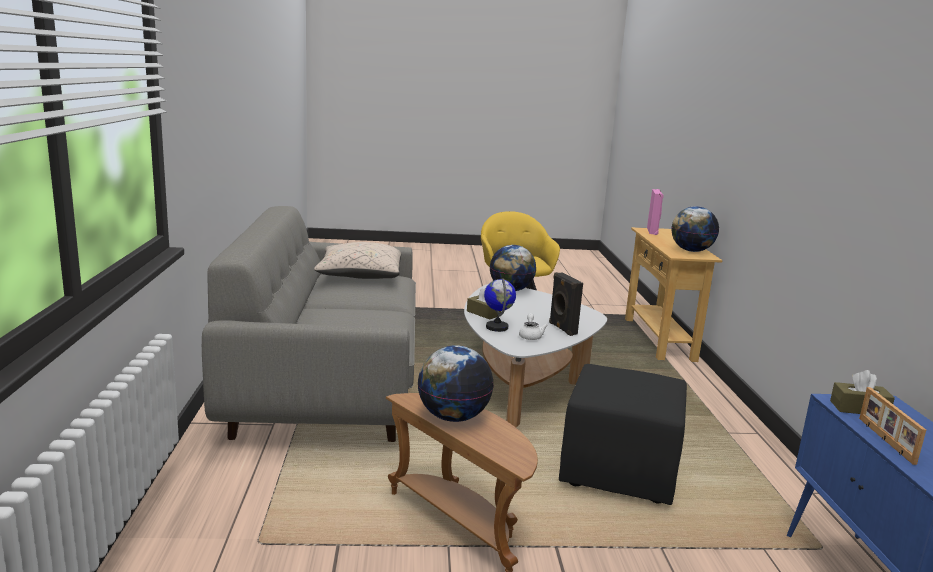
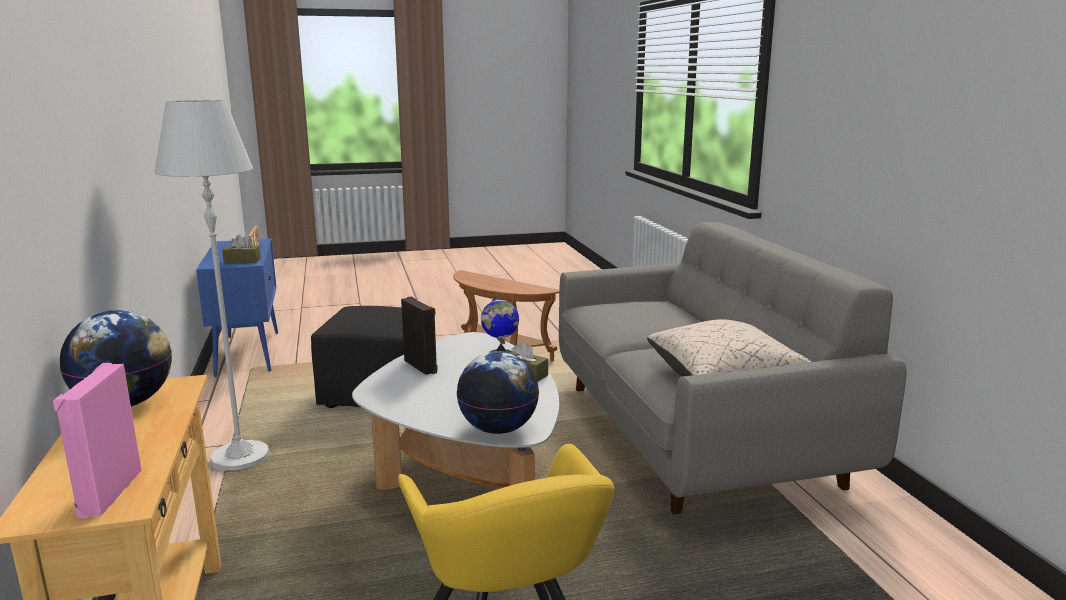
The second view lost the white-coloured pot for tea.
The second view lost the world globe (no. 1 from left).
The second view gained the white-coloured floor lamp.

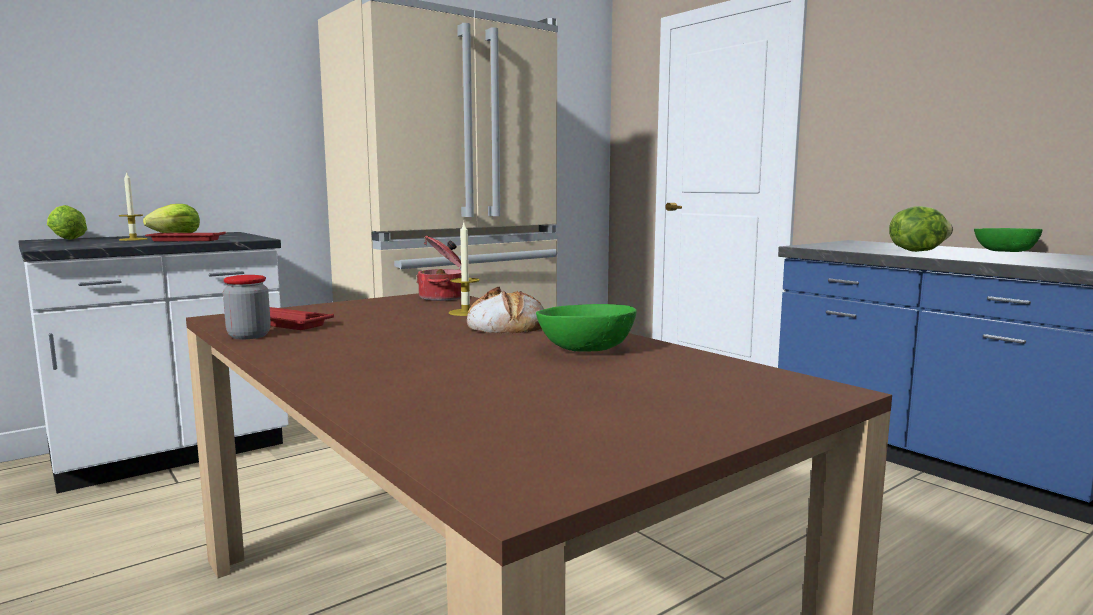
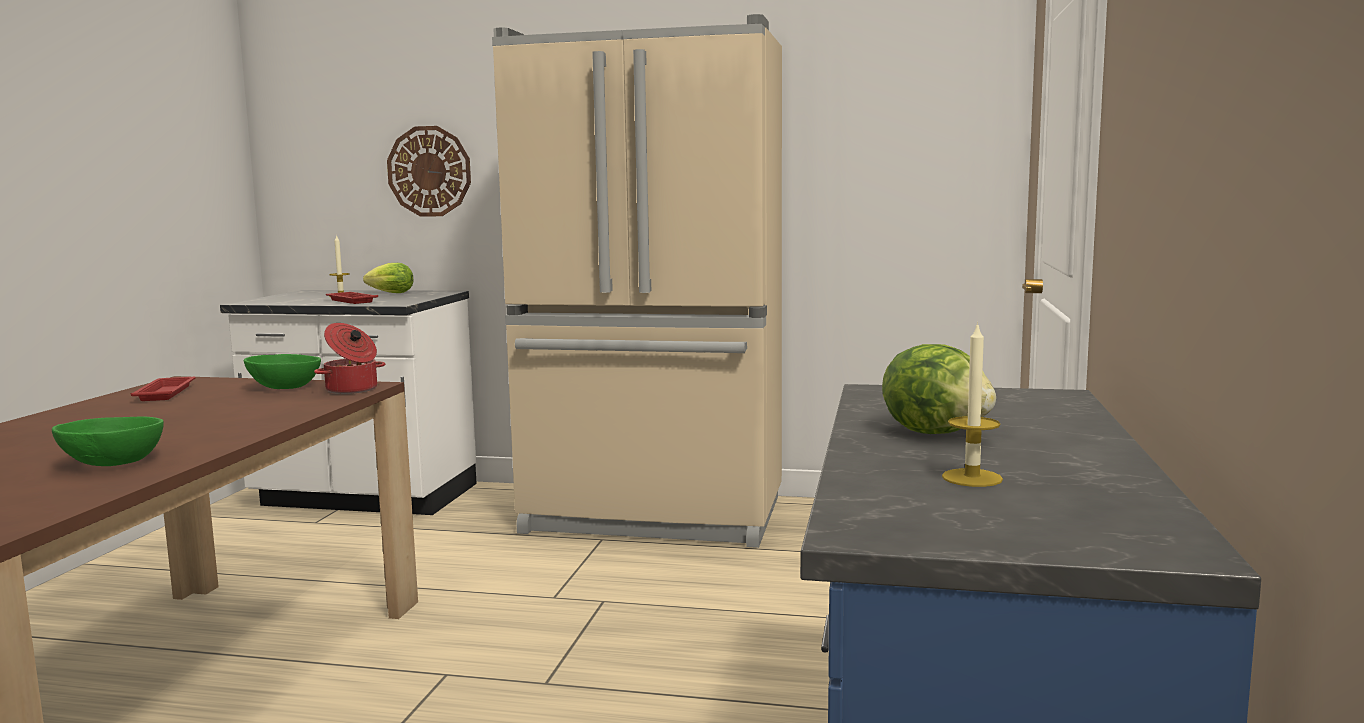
The second view lost the head of lettuce (no. 1 from left).
The wax light (no. 2 from left) ended up elsewhere.
The green serving bowl (no. 2 from left) ended up elsewhere.
The second view lost the storage jar.
The second view lost the baked bread.
The second view gained the hanging clock.

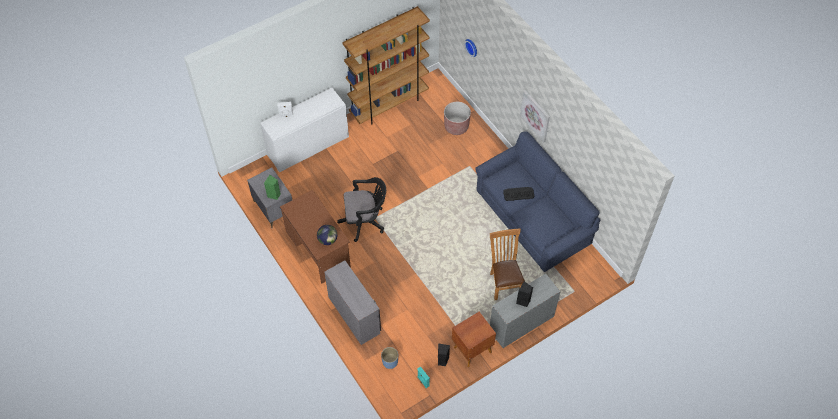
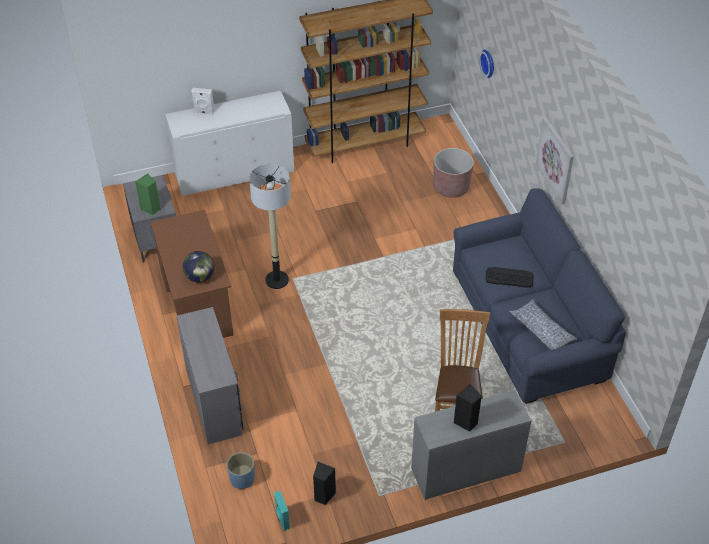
Where the black office chair stood, the floor lamp came to stand.
The second view lost the brown night table.
The second view gained the throw pillow.

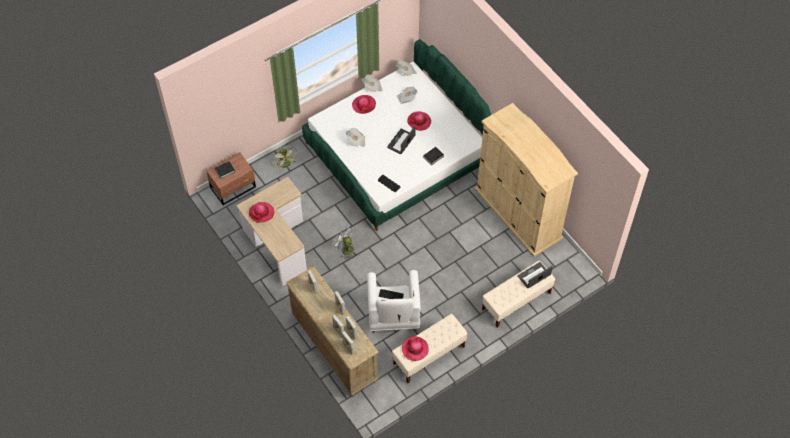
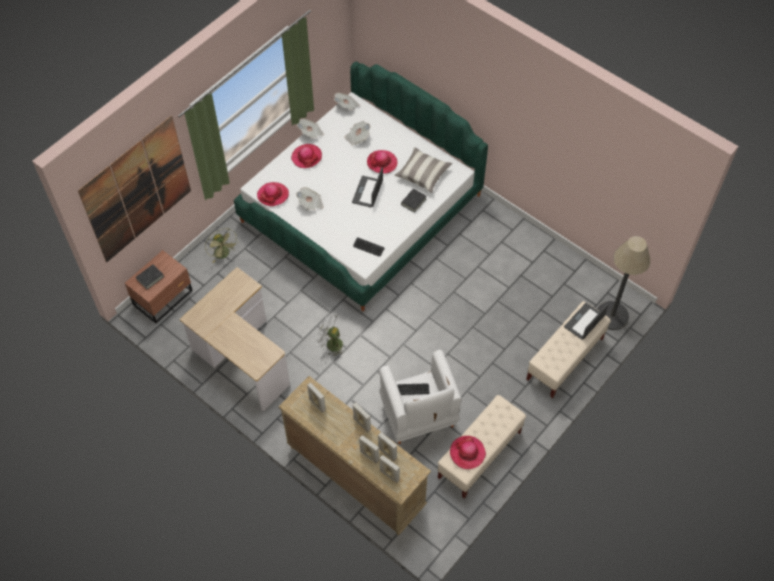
The second view lost the beige-coloured wardrobe.
The clothing hat (no. 1 from left) ended up elsewhere.
The second view gained the wall art.
The second view gained the throw pillow.
The second view gained the floor lamp.

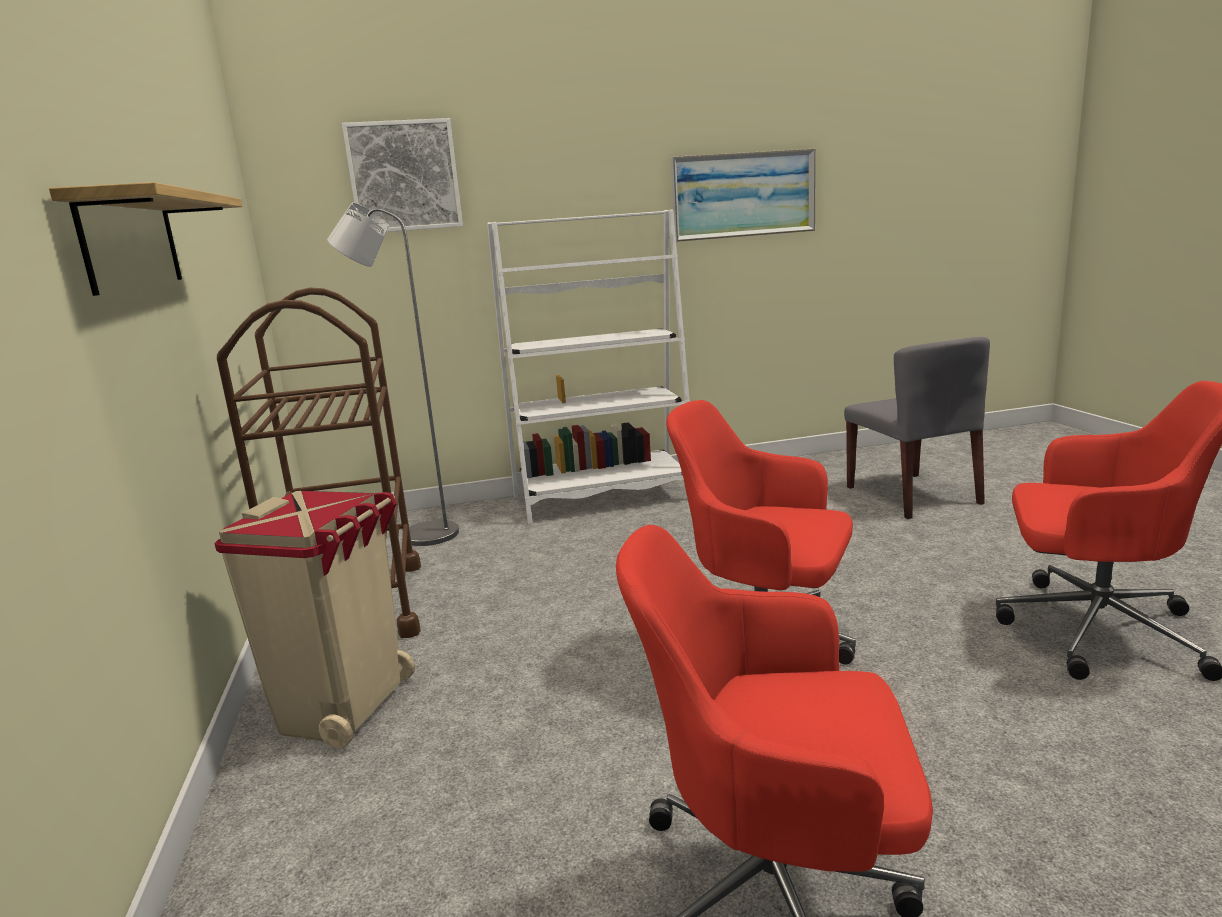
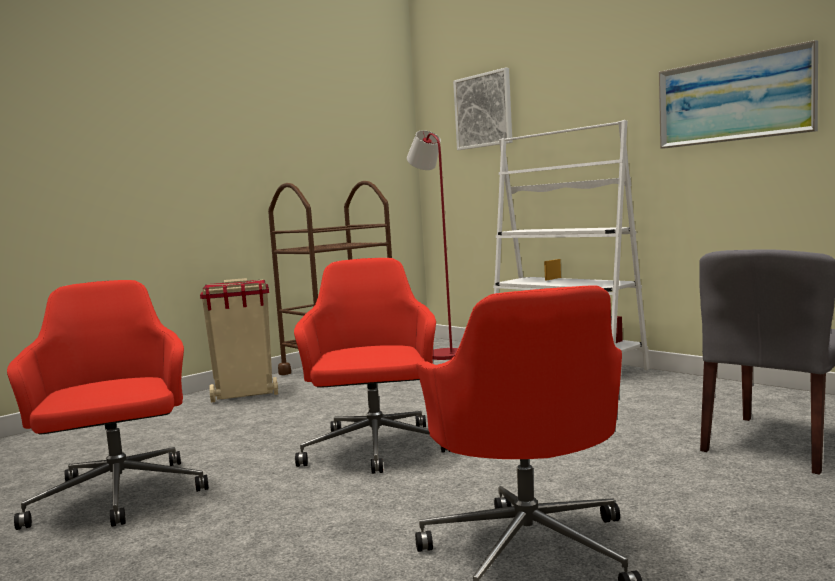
The second view lost the shelf.
What was the grey floor lamp turned into the red-coloured floor lamp.

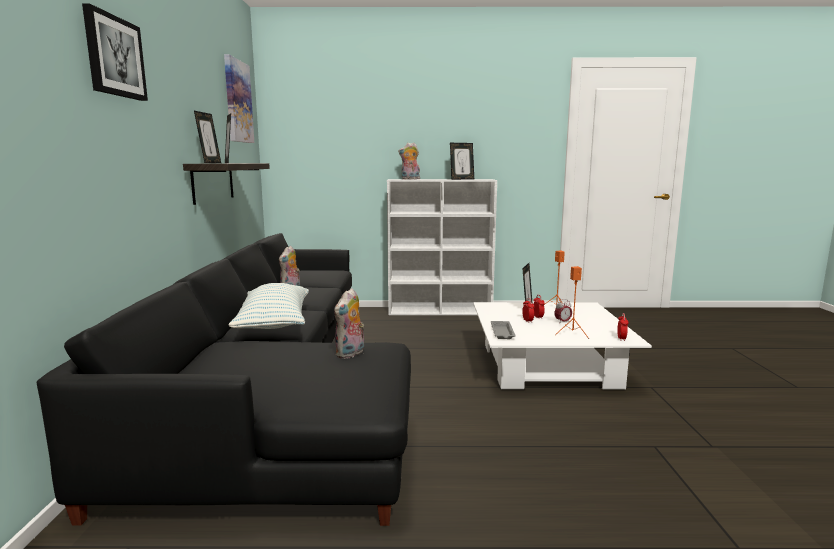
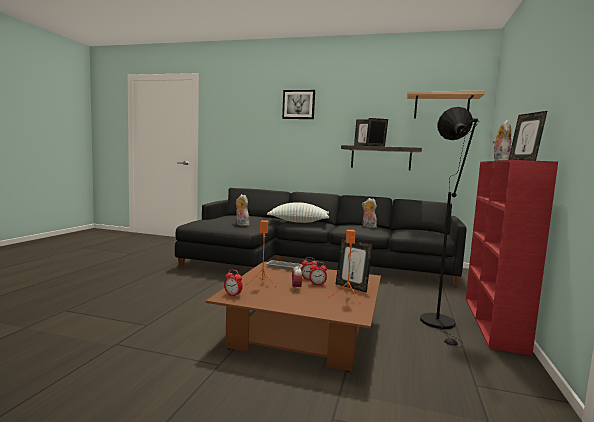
Where the wall art (no. 2 from left) hung, the shelf (no. 2 from left) came to hang.
What was the white-coloured bookshelf turned into the red-coloured bookshelf.
What was the white-coloured low table turned into the brown low table.
The second view gained the black floor lamp.

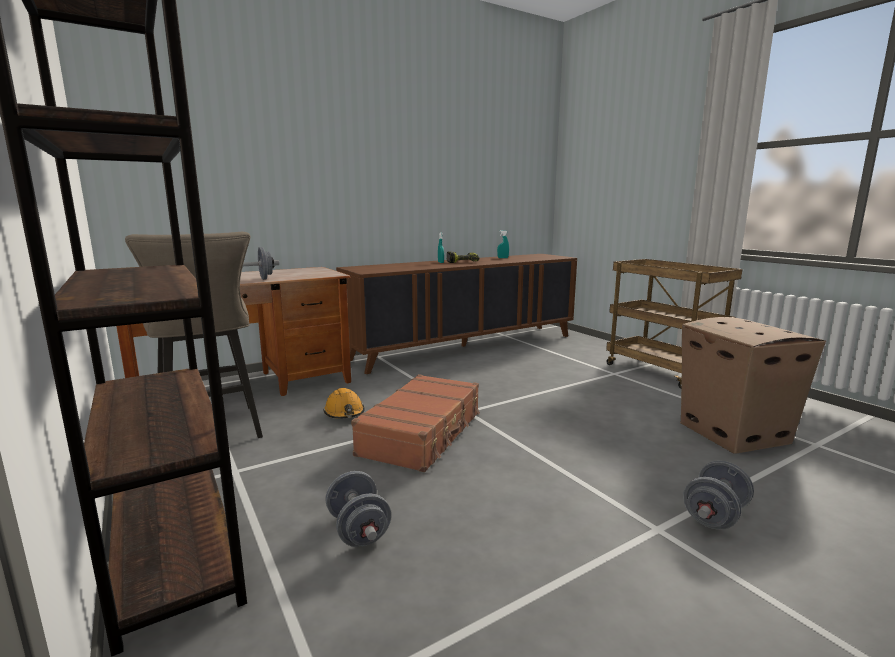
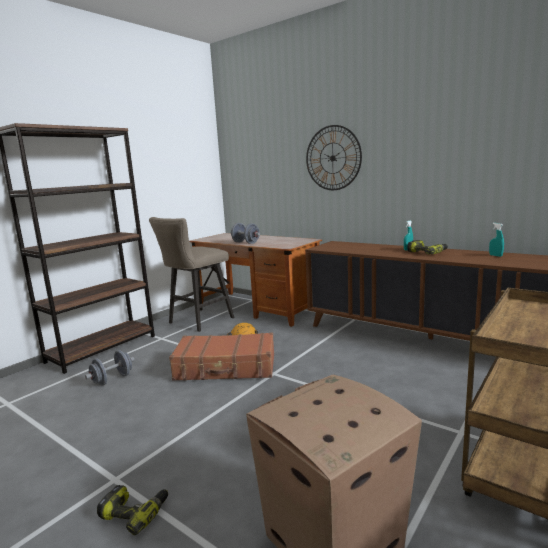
Where the grey hand weight (no. 3 from left) stood, the power drill (no. 1 from left) came to stand.
The second view gained the hanging clock.

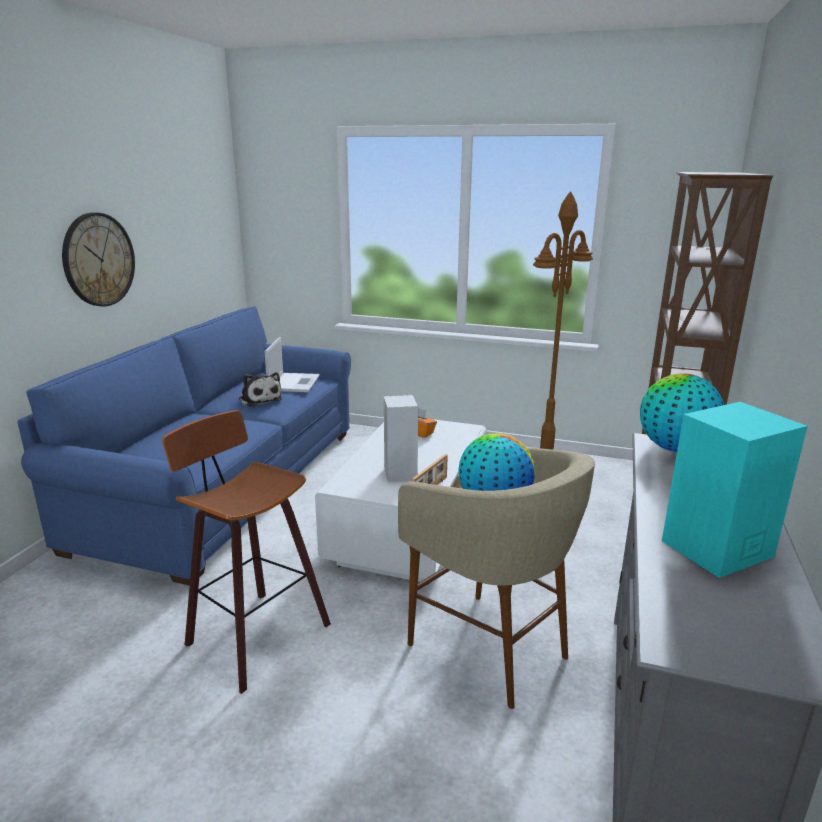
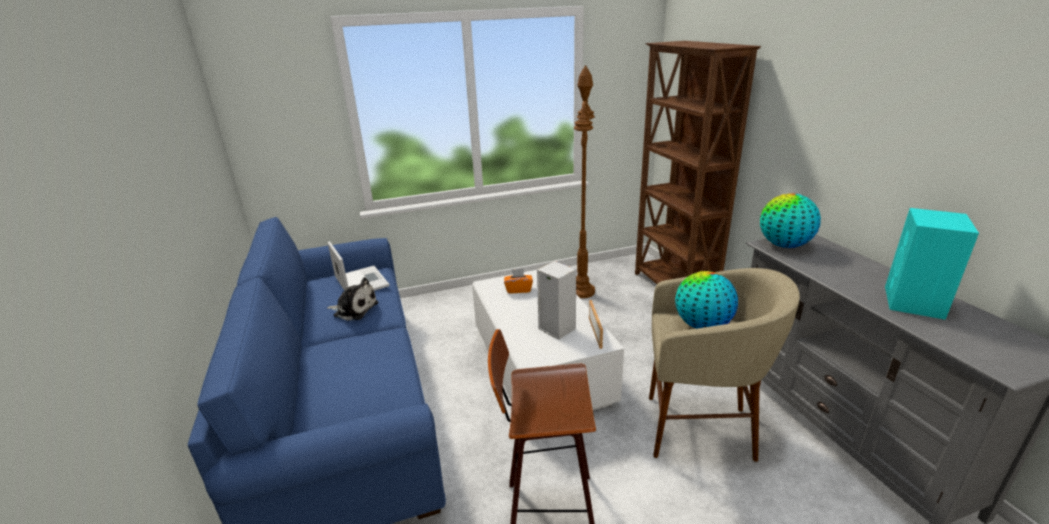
The second view lost the hanging clock.

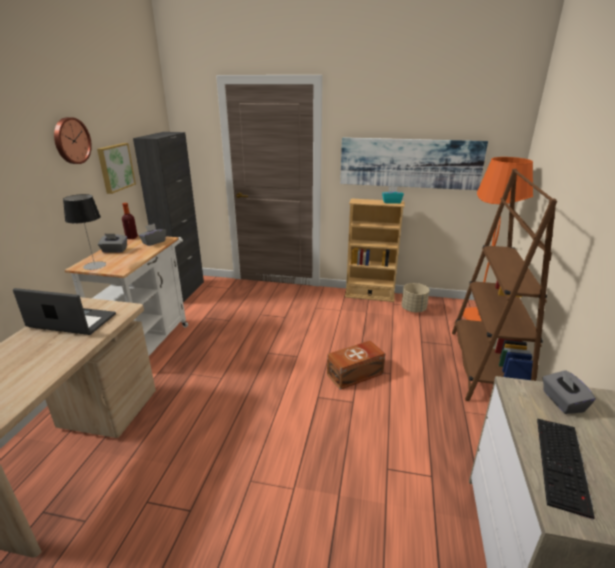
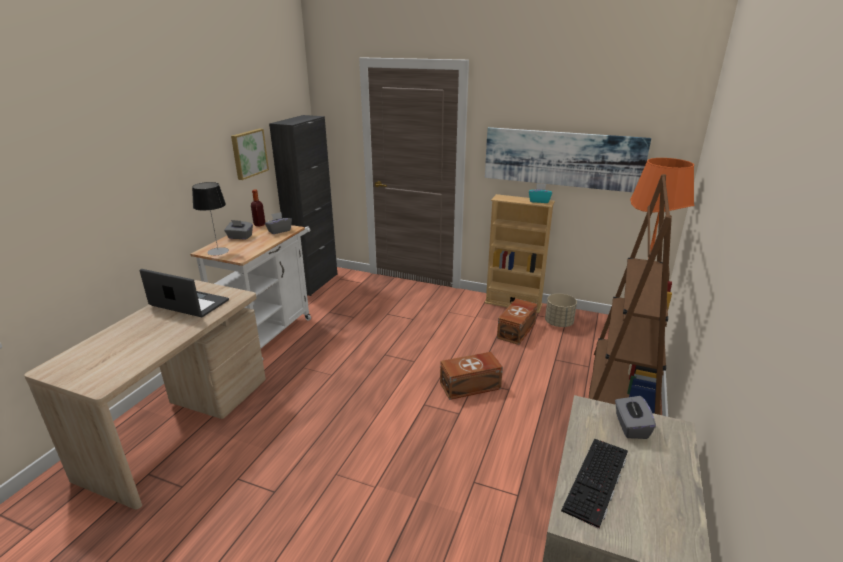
The second view lost the hanging clock.
The second view gained the brown storage bin (no. 2 from left).

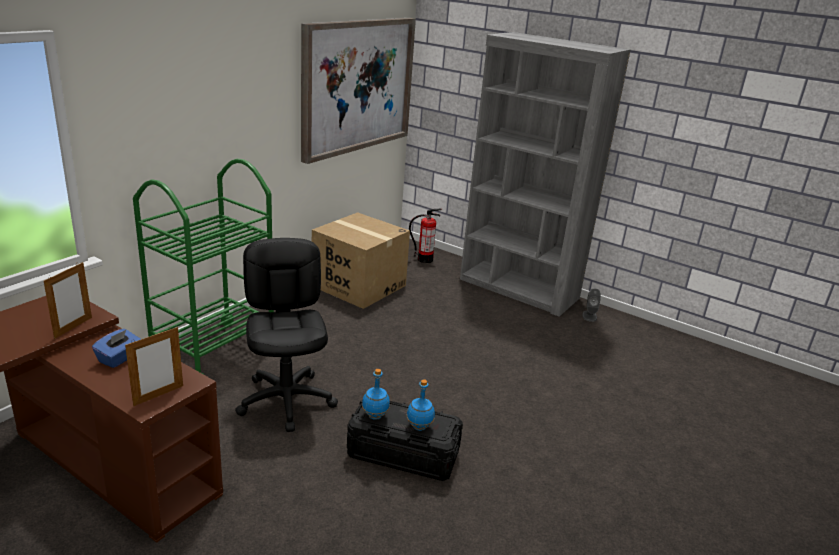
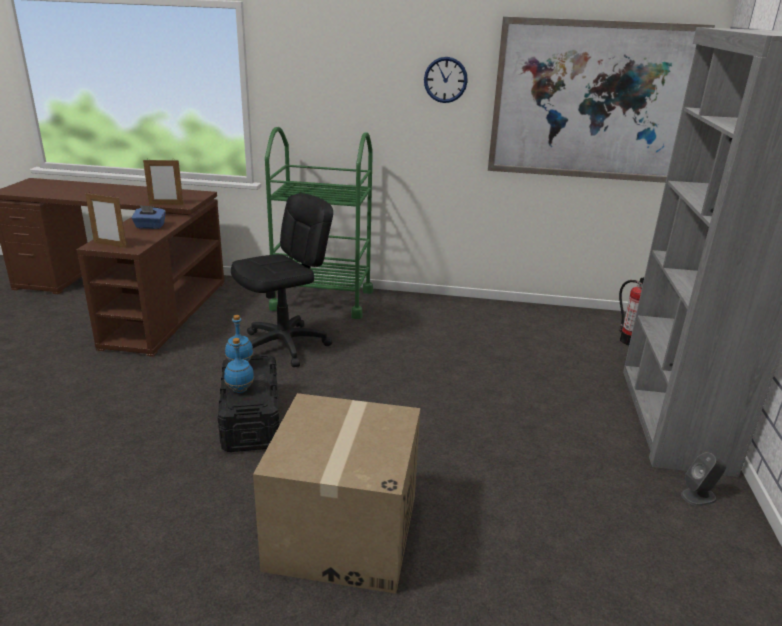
The packing box ended up elsewhere.
The second view gained the hanging clock.

